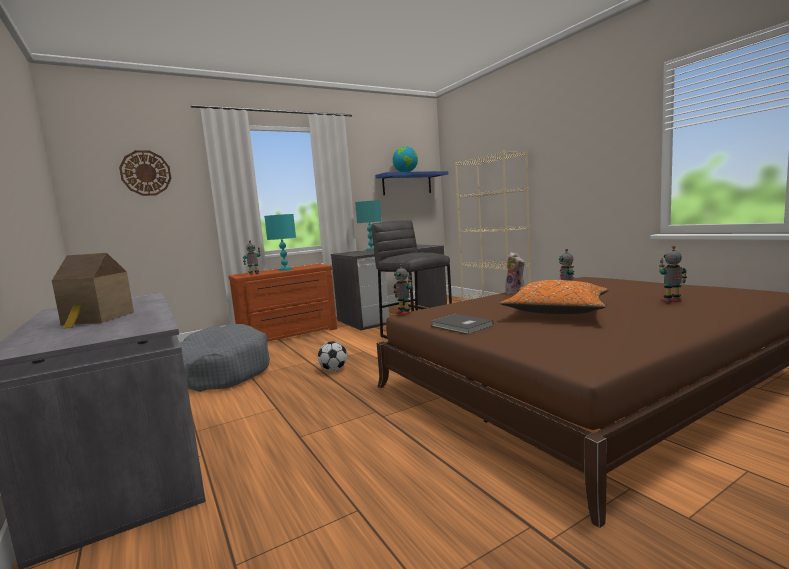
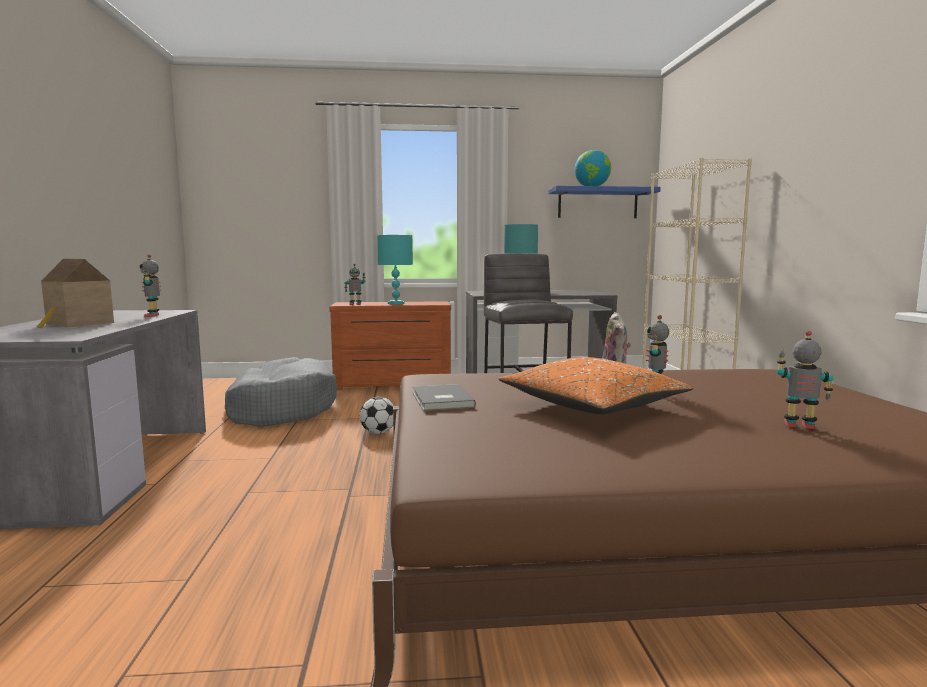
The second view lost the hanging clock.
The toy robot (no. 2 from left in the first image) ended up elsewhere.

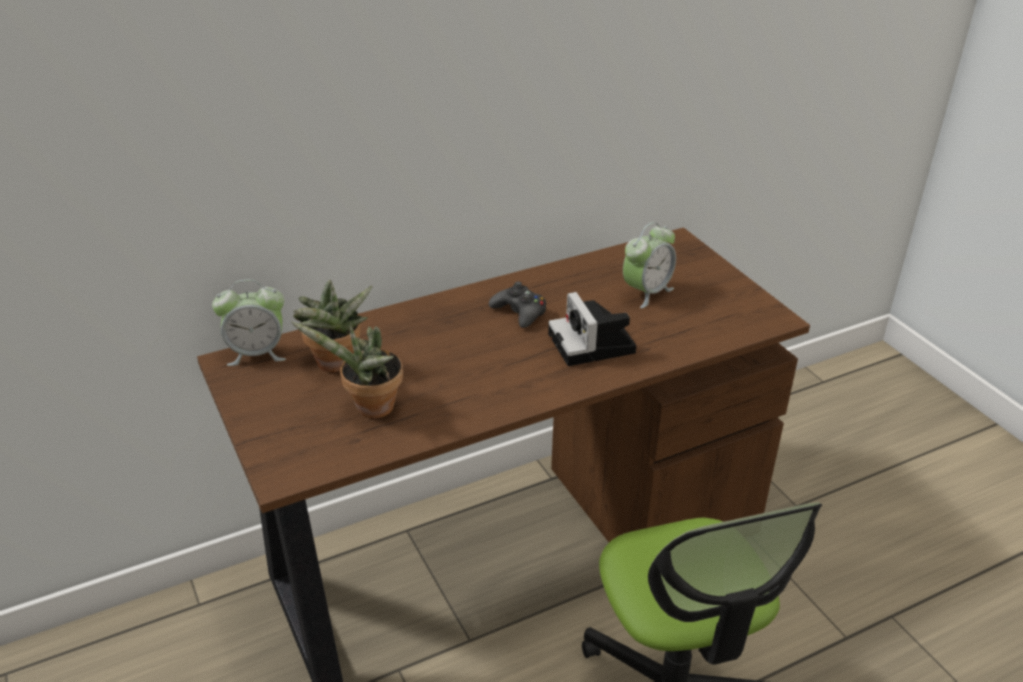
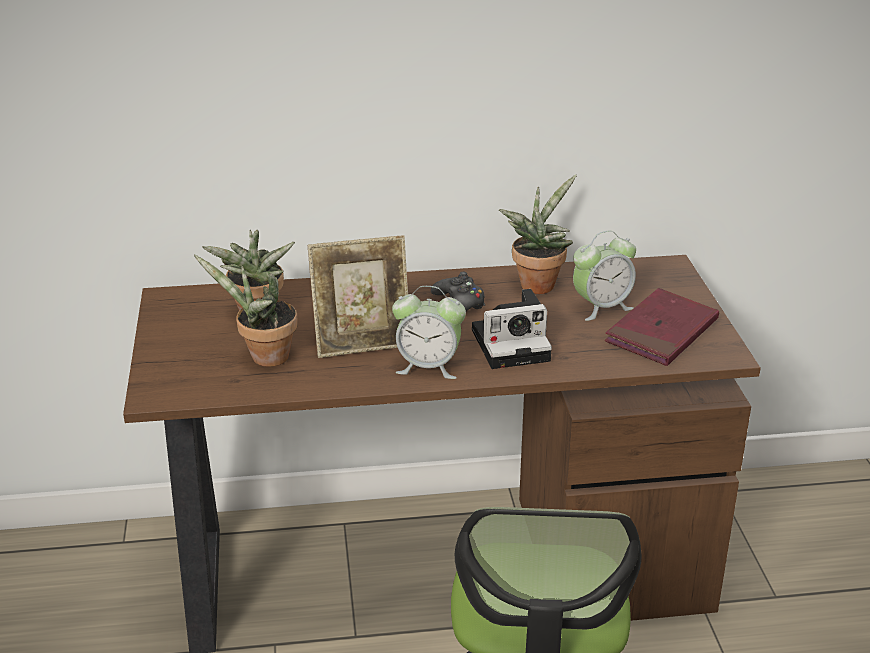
The alarm clock (no. 1 from left) ended up elsewhere.
The still camera ended up facing another way, 105 degrees counterclockwise from before.
The second view gained the potted plant (no. 3 from left).
The second view gained the photo frame.
The second view gained the red-coloured bound book.

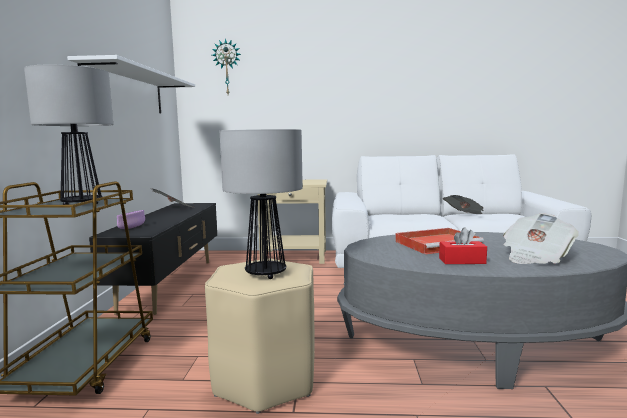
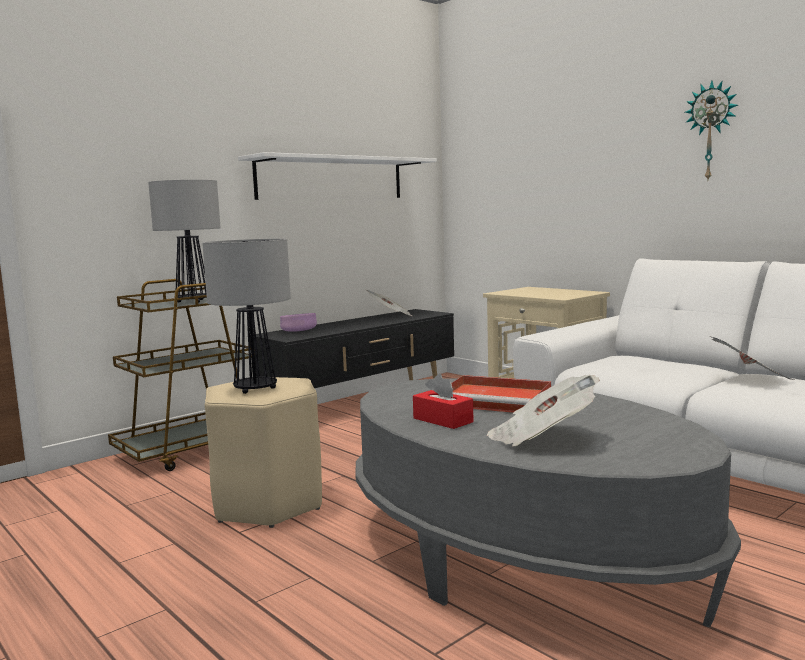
The hanging clock ended up elsewhere.

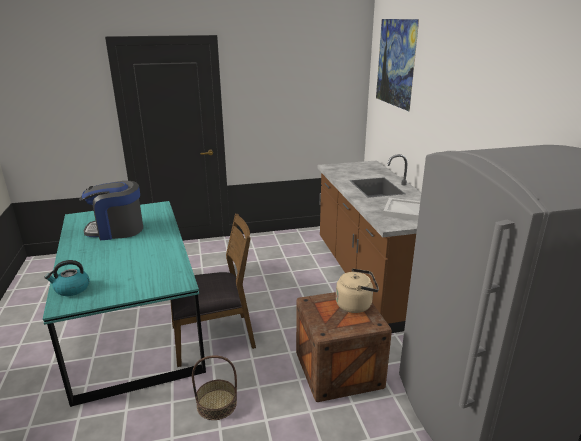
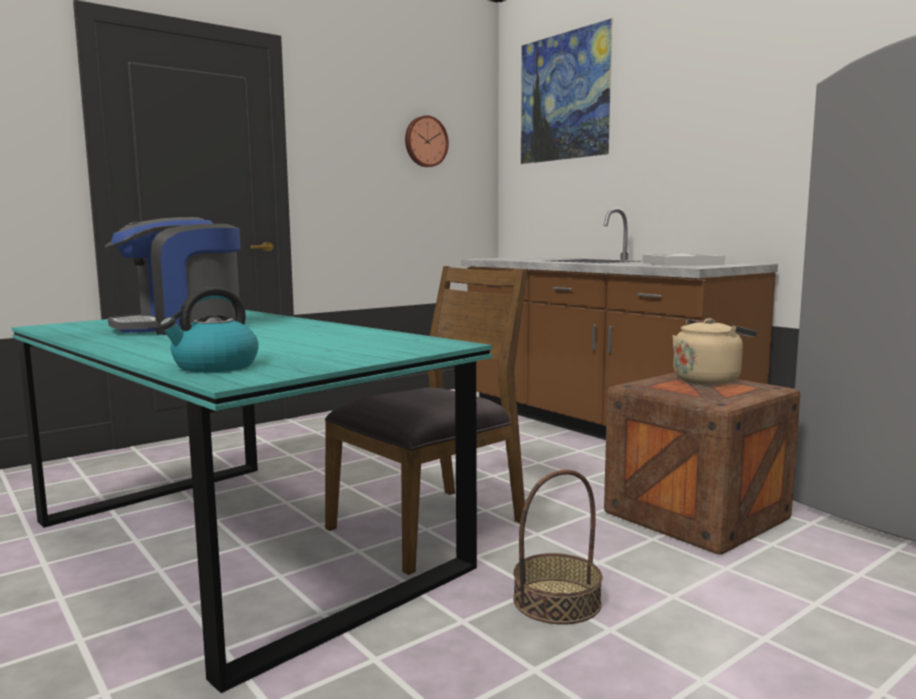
The second view gained the hanging clock.

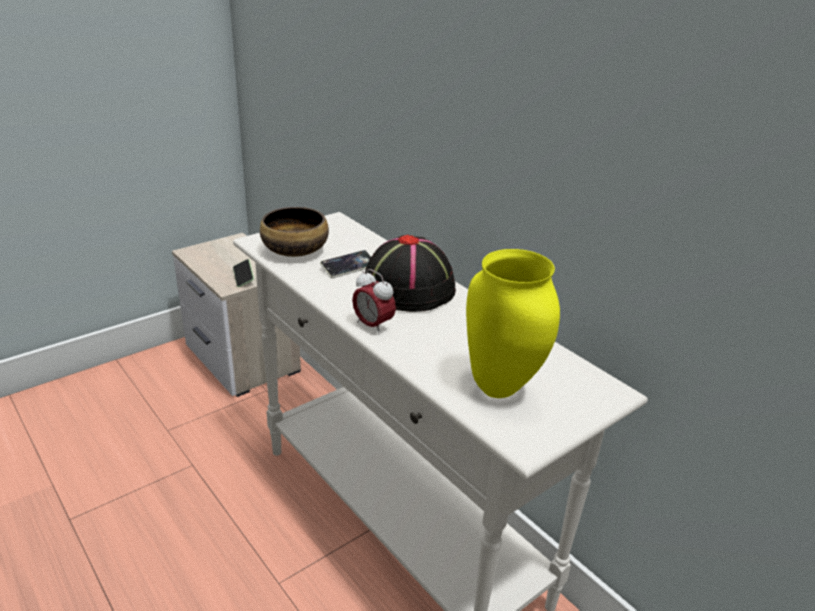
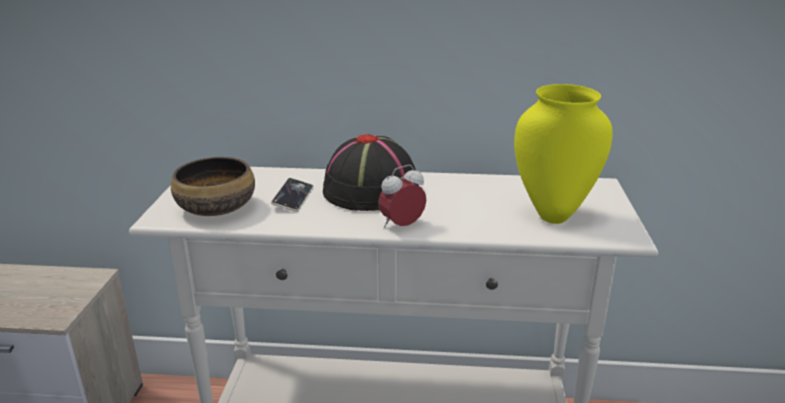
The second view lost the telephone (no. 1 from left).
The alarm clock ended up facing another way, 150 degrees clockwise from before.

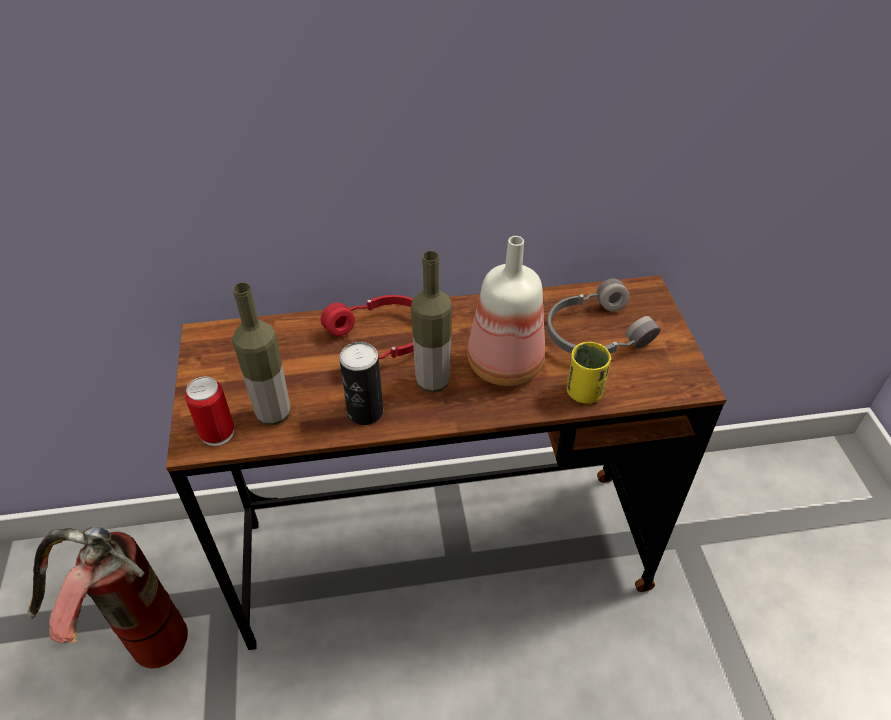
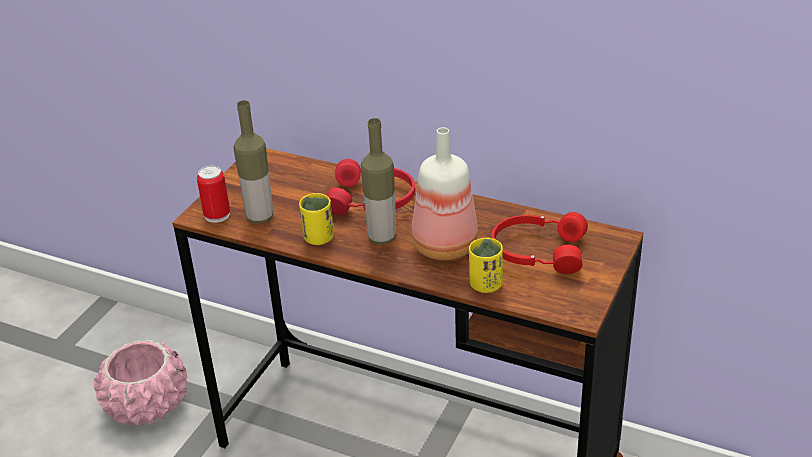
What was the grey headphones turned into the red-coloured headphones (no. 2 from left).
Where the sealed can (no. 2 from left) stood, the yellow-coloured cup (no. 1 from left) came to stand.
Where the extinguisher stood, the pink planter came to stand.

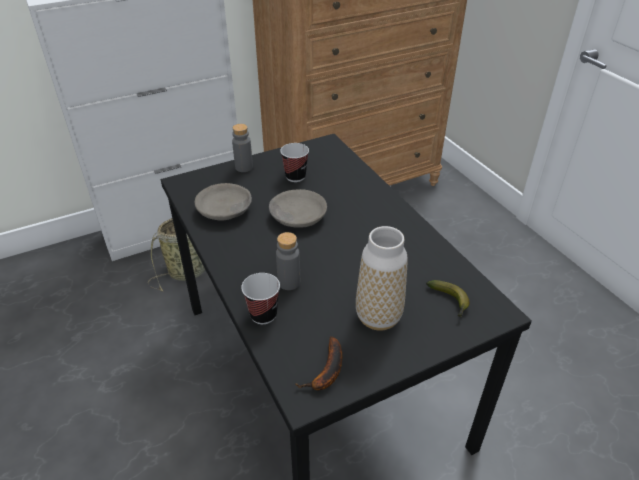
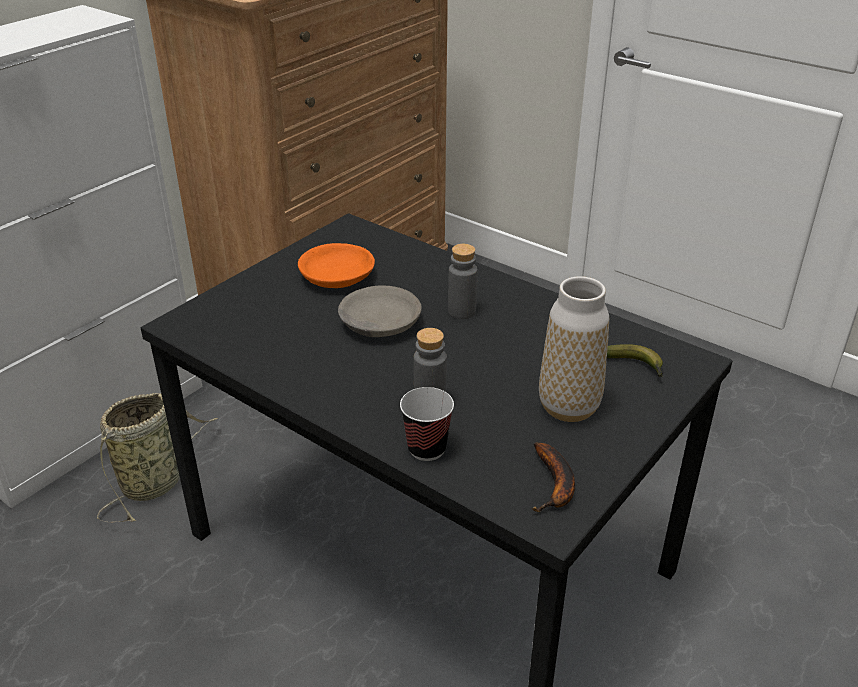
The grey beverage bottle (no. 1 from left in the first image) ended up elsewhere.
Where the cup (no. 2 from left) stood, the orange-coloured serving bowl came to stand.
The second view lost the grey serving bowl (no. 1 from left).

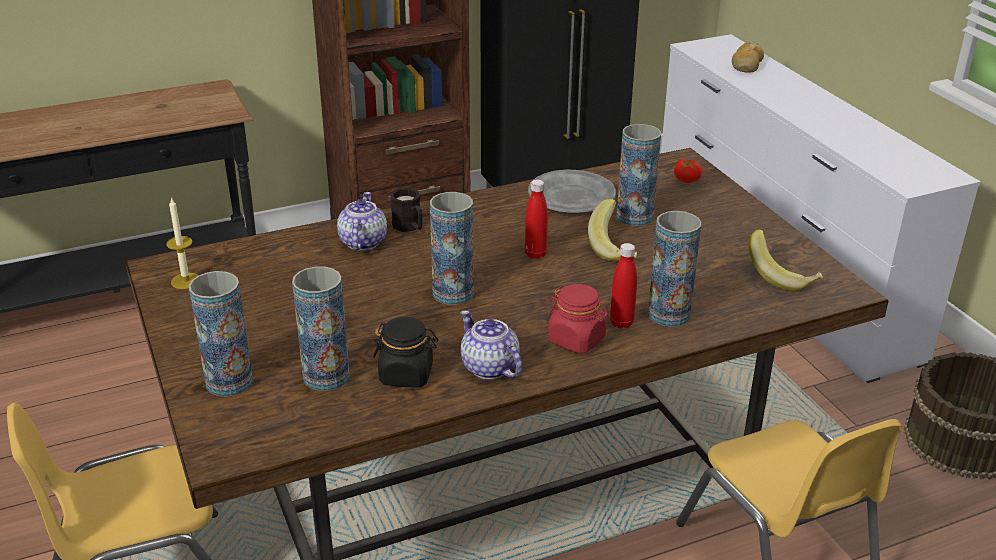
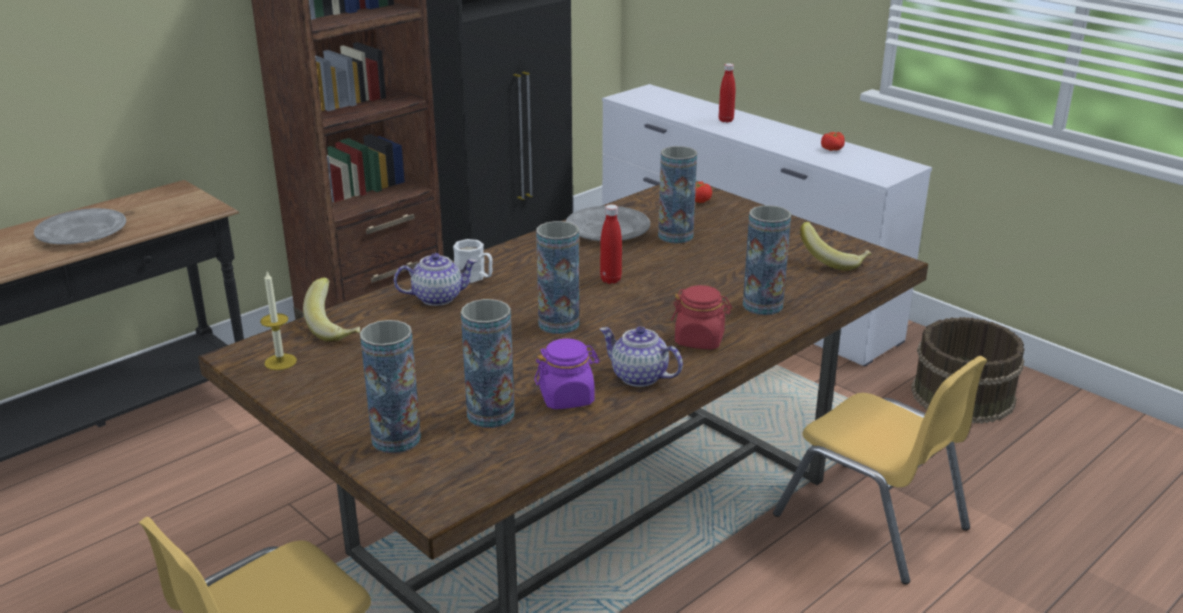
The second view lost the baked bread.
What was the black tea mug turned into the white-coloured tea mug.
The pot for tea (no. 1 from left) ended up facing another way, 90 degrees clockwise from before.
The whole banana (no. 1 from left) ended up elsewhere.
The red-coloured beverage bottle (no. 2 from left) ended up elsewhere.
What was the black storage jar turned into the purple-coloured storage jar.
The second view gained the fresh tomato (no. 2 from left).
The second view gained the grey plate (no. 1 from left).

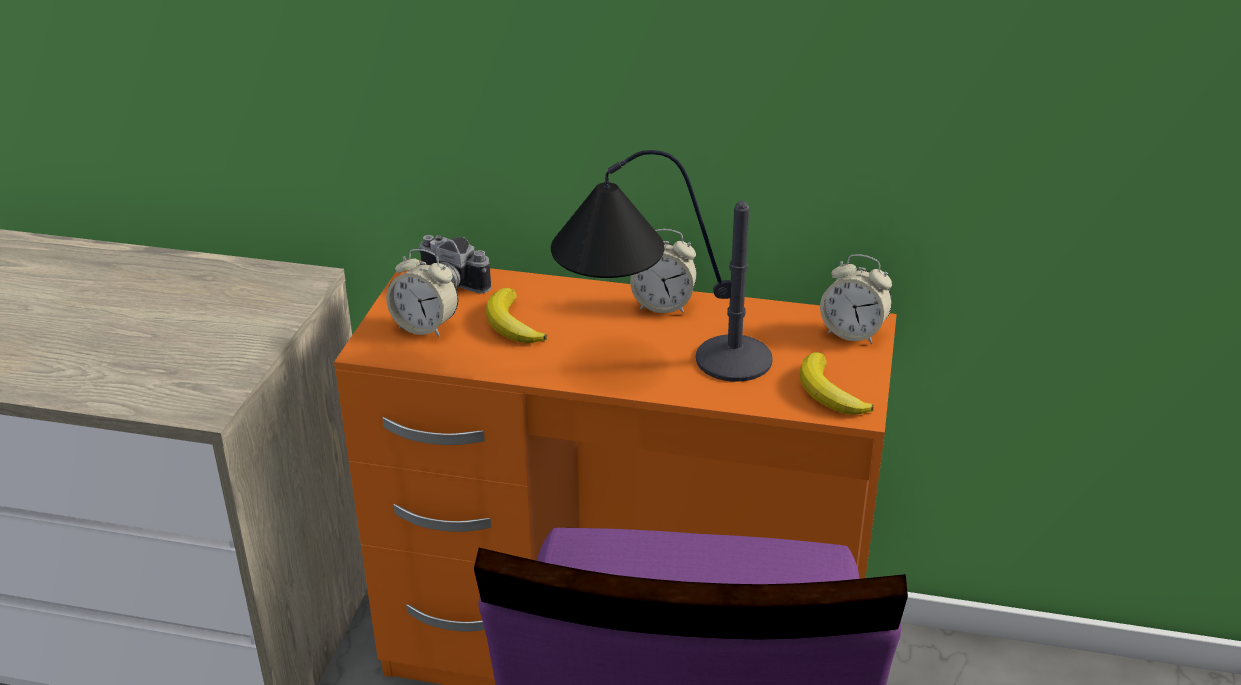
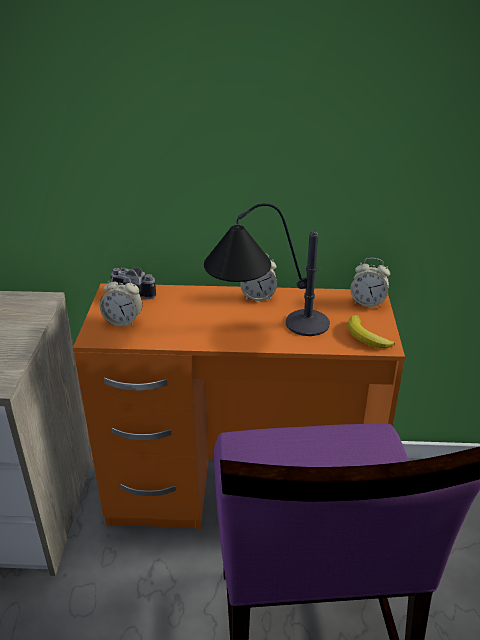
The second view lost the whole banana (no. 1 from left).

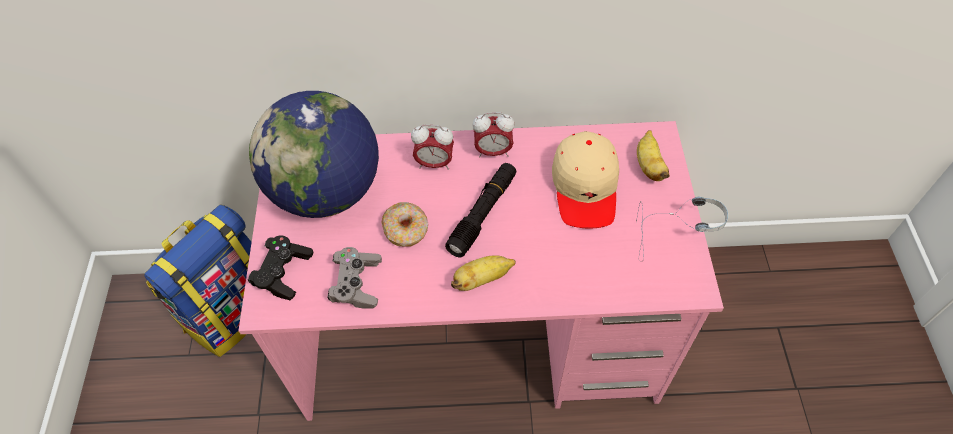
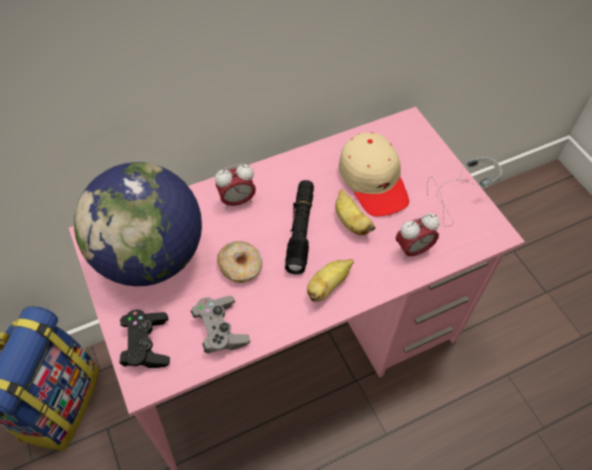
The alarm clock (no. 2 from left) ended up elsewhere.
The whole banana (no. 2 from left) ended up elsewhere.

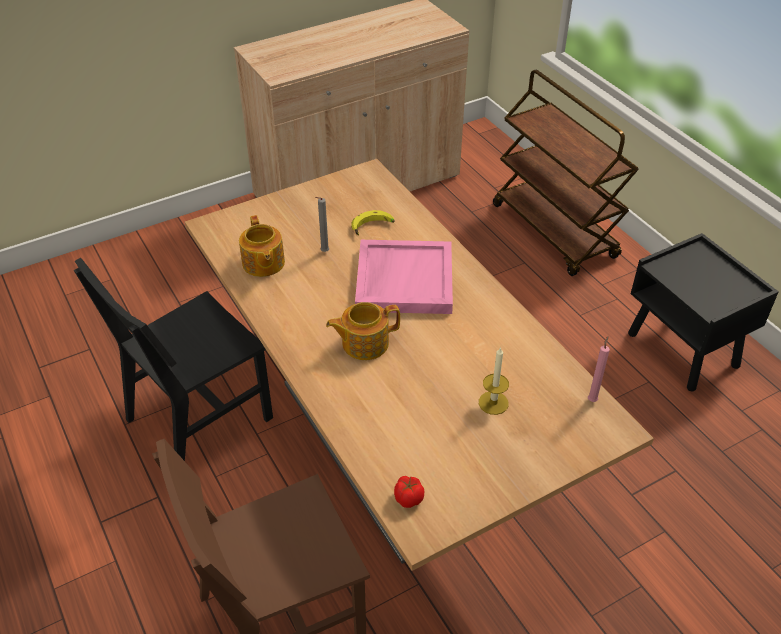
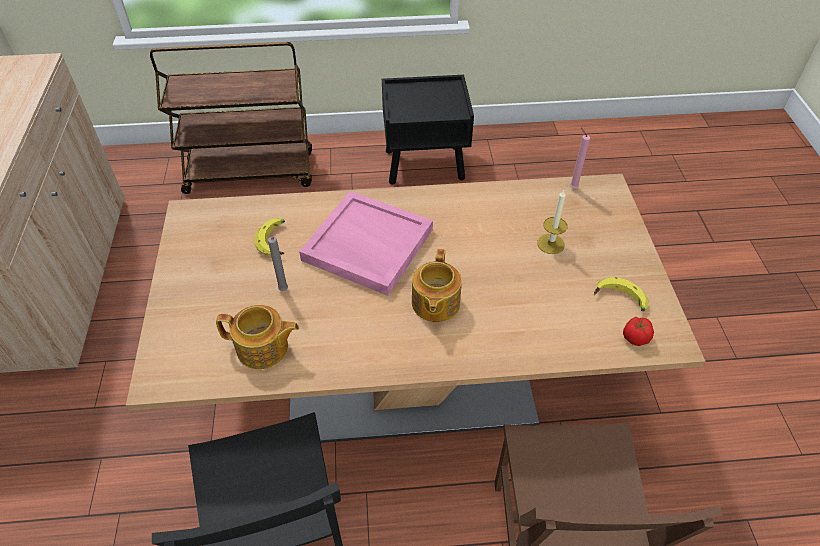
The second view gained the whole banana (no. 2 from left).

